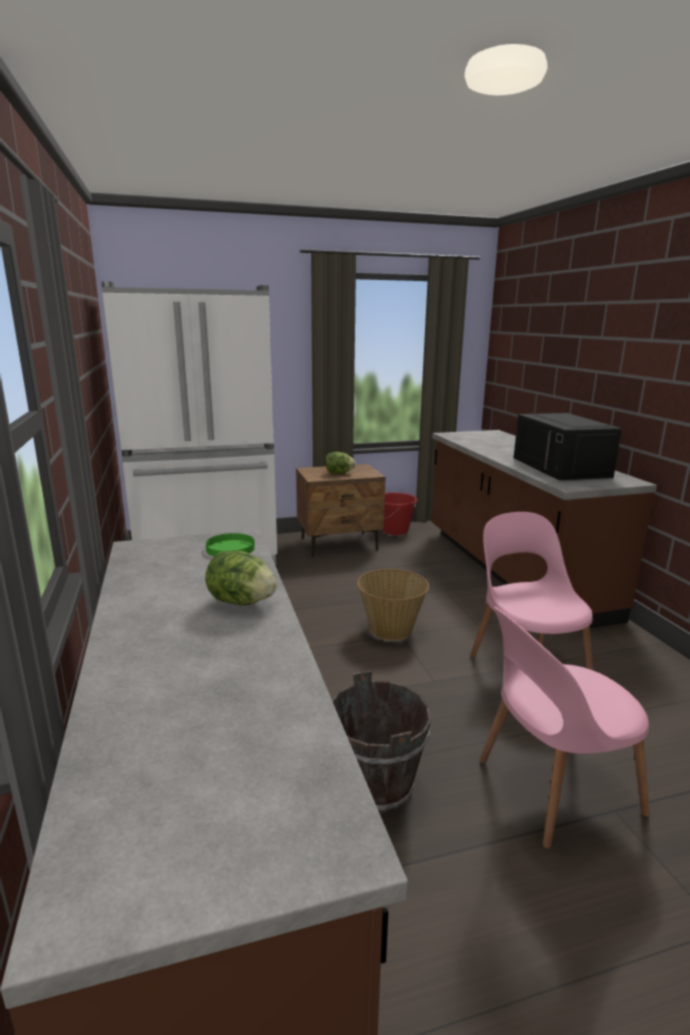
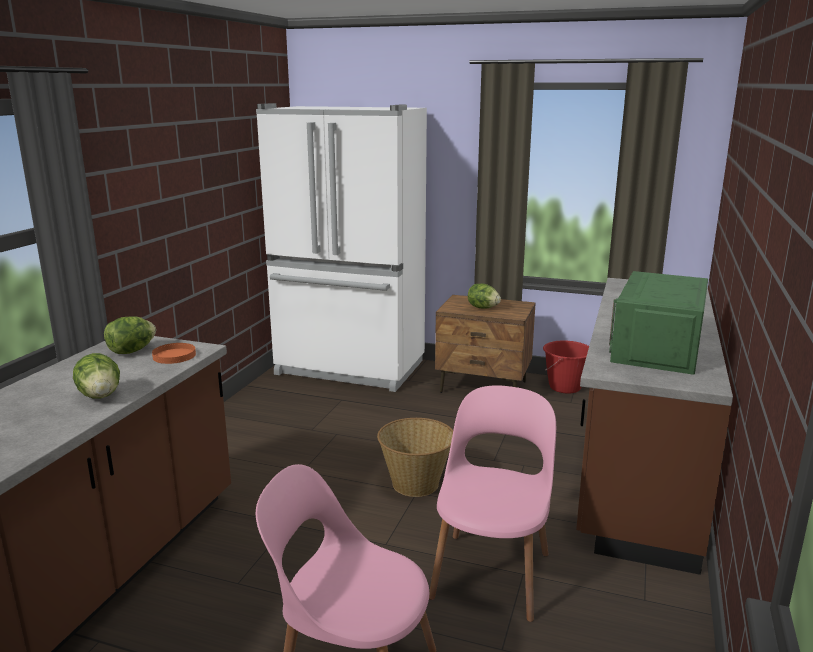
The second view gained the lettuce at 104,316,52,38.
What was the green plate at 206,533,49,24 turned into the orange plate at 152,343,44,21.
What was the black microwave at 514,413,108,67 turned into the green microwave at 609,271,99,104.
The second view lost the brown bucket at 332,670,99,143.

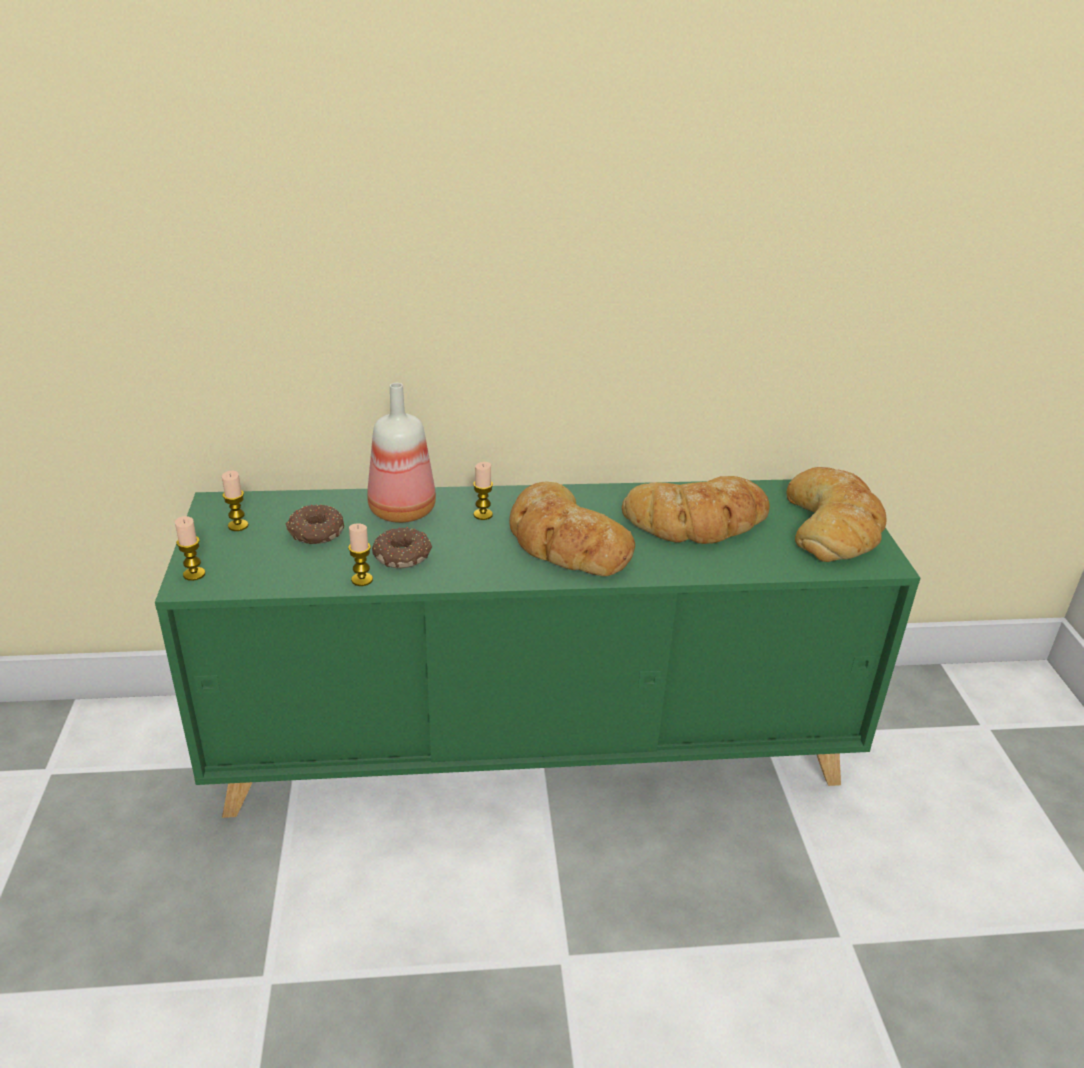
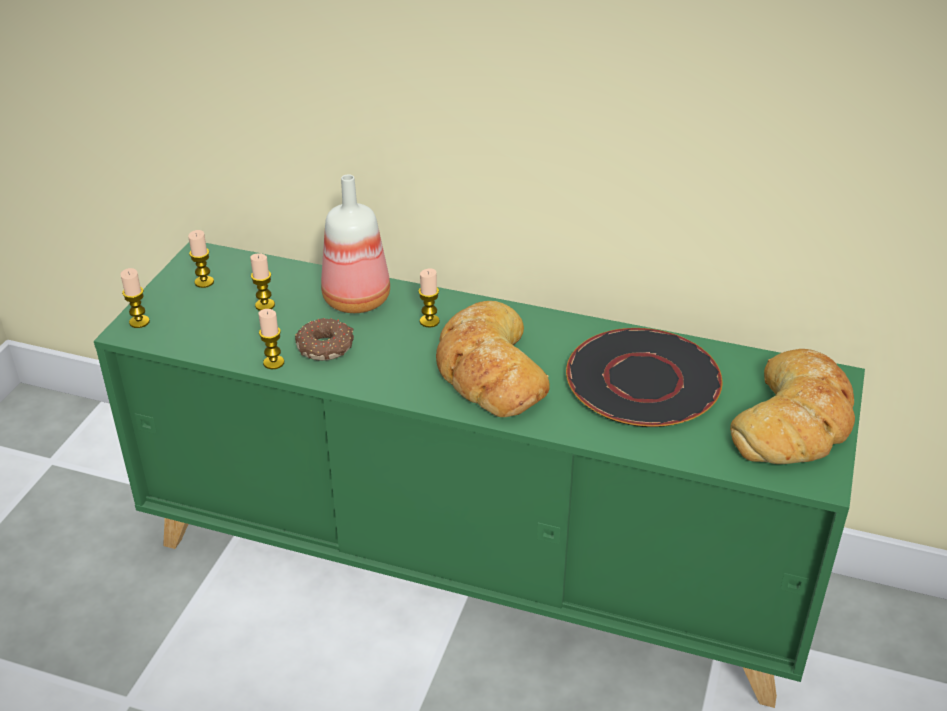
Where the donut stood at 285,505,59,39, the candle came to stand at 250,253,25,58.
Where the bread stood at 622,476,148,68, the black plate came to stand at 566,328,157,99.

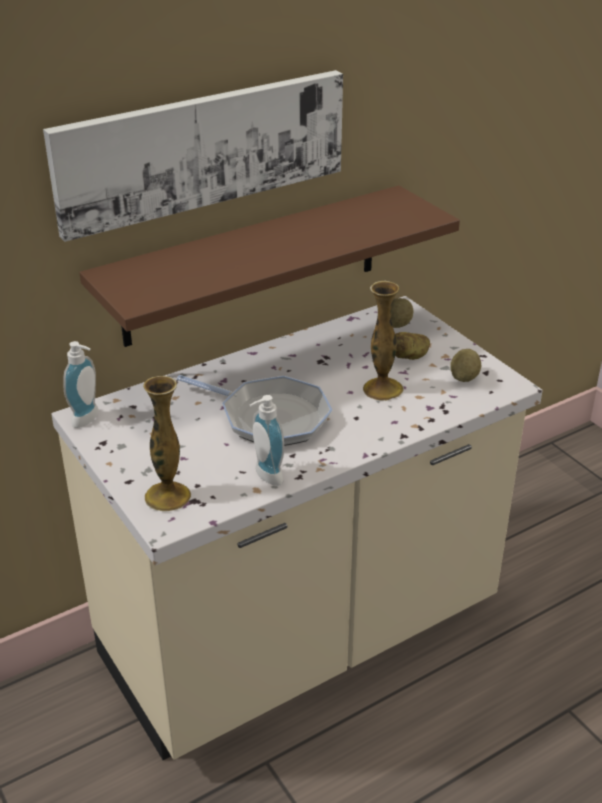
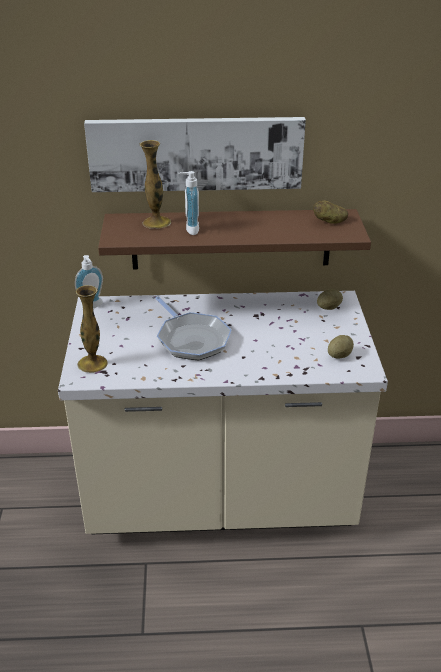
The vase ended up elsewhere, having gone from 363,281,41,120 to 140,140,31,89.
The soap dispenser ended up elsewhere, having gone from 250,395,34,91 to 178,171,21,64.
The potato ended up elsewhere, having gone from 395,332,35,28 to 313,201,35,23.

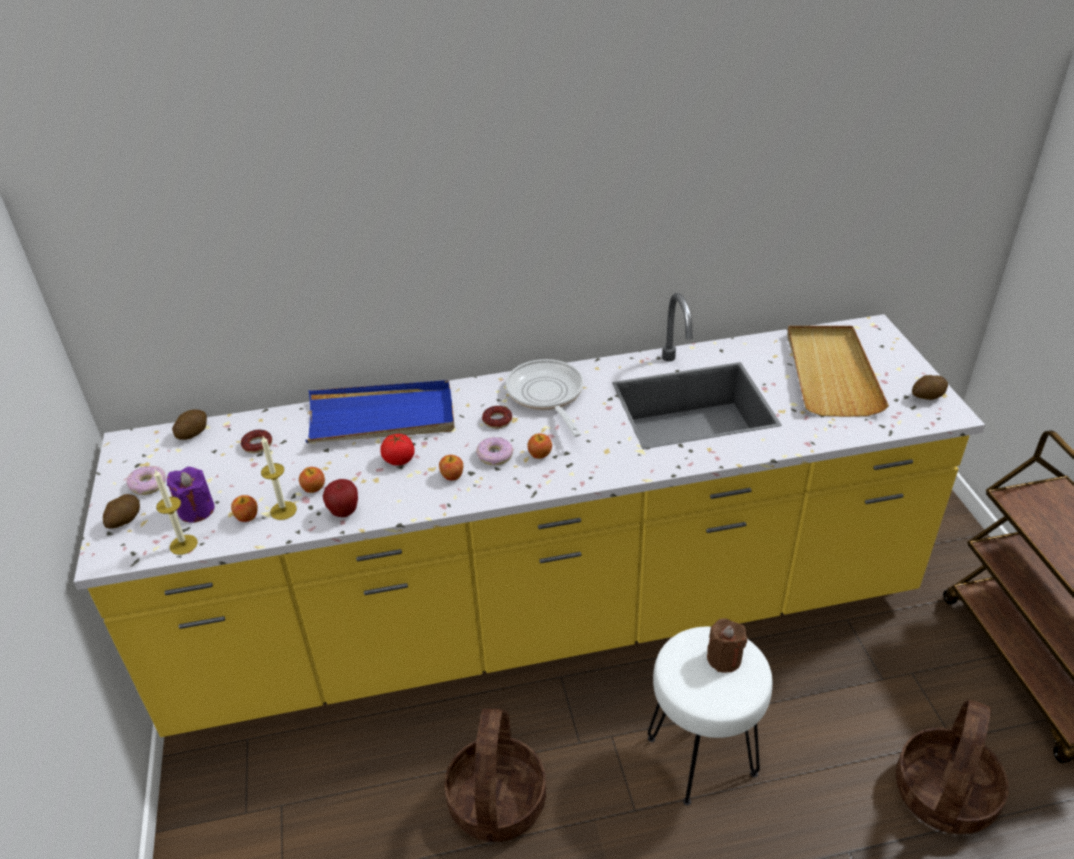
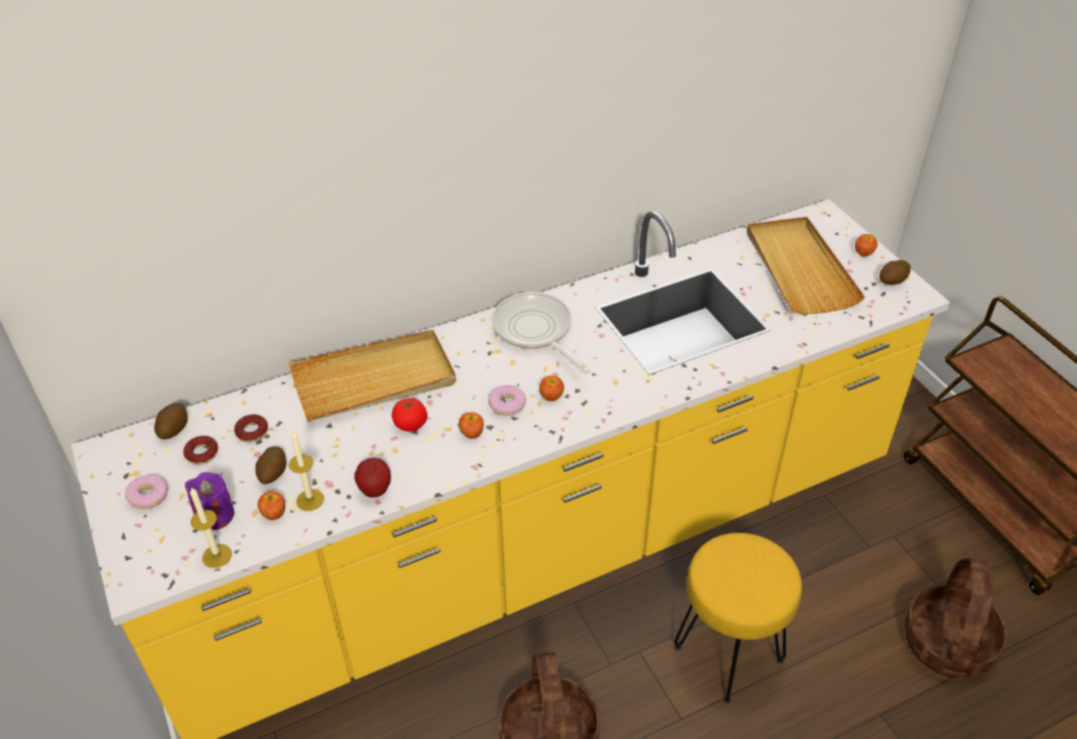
The donut ended up elsewhere, having gone from 482,406,30,23 to 183,436,35,28.
The potato ended up elsewhere, having gone from 103,494,37,34 to 255,447,31,37.
What was the blue tray at 305,380,150,63 turned into the beige tray at 289,330,167,92.
What was the white stool at 648,627,125,178 turned into the yellow stool at 674,533,128,171.
The apple ended up elsewhere, having gone from 299,467,26,26 to 855,234,22,22.
The second view lost the brown candle at 707,618,40,55.

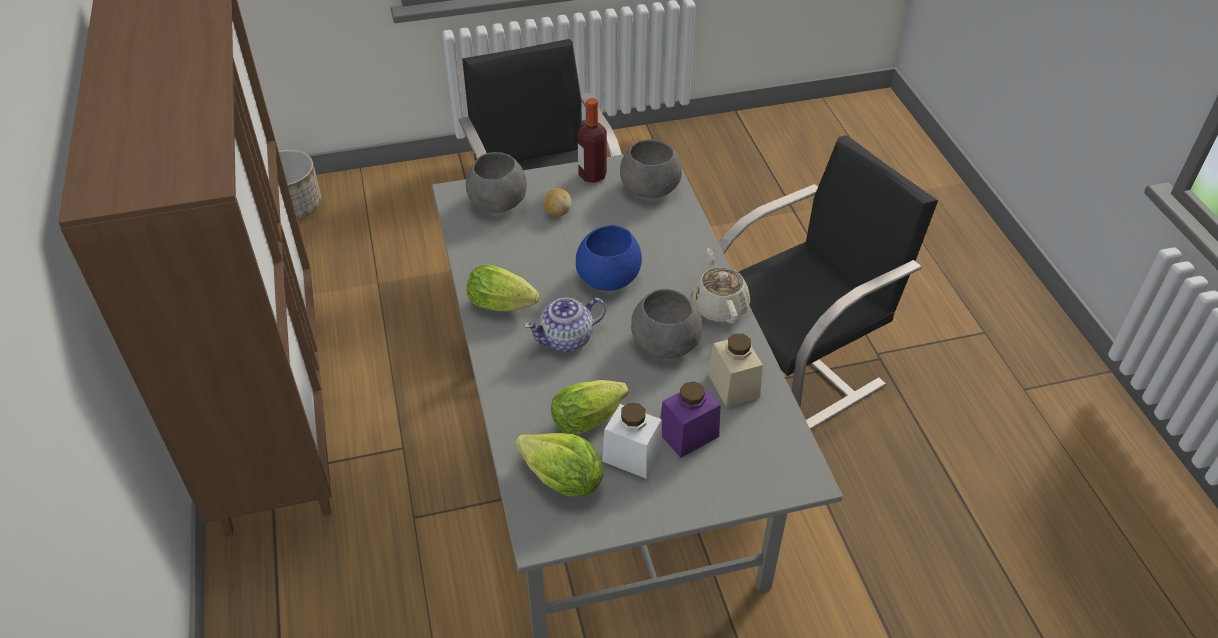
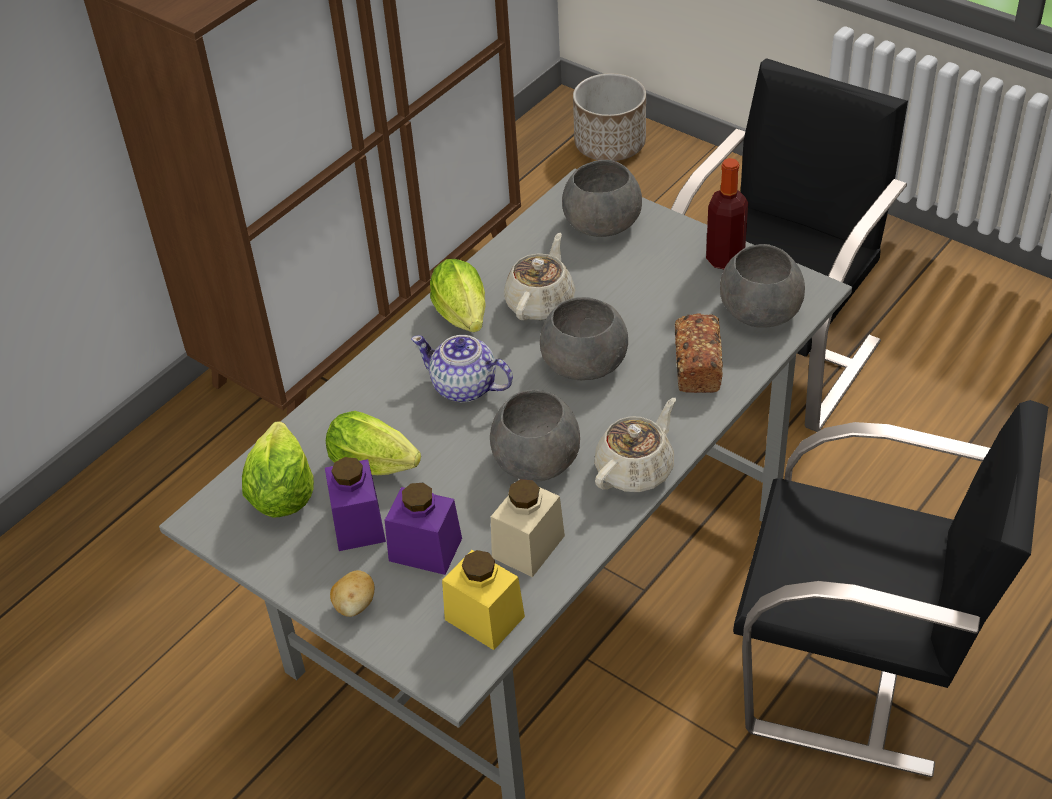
What was the white jar at 602,403,60,76 turned into the purple jar at 325,457,61,94.
The potato ended up elsewhere, having gone from 544,188,28,28 to 330,570,44,47.
The second view gained the yellow jar at 442,550,83,100.
The second view gained the beige teapot at 504,233,71,87.
What was the blue bowl at 576,225,66,66 turned into the grey bowl at 540,297,88,83.
The second view gained the bread at 675,313,48,80.

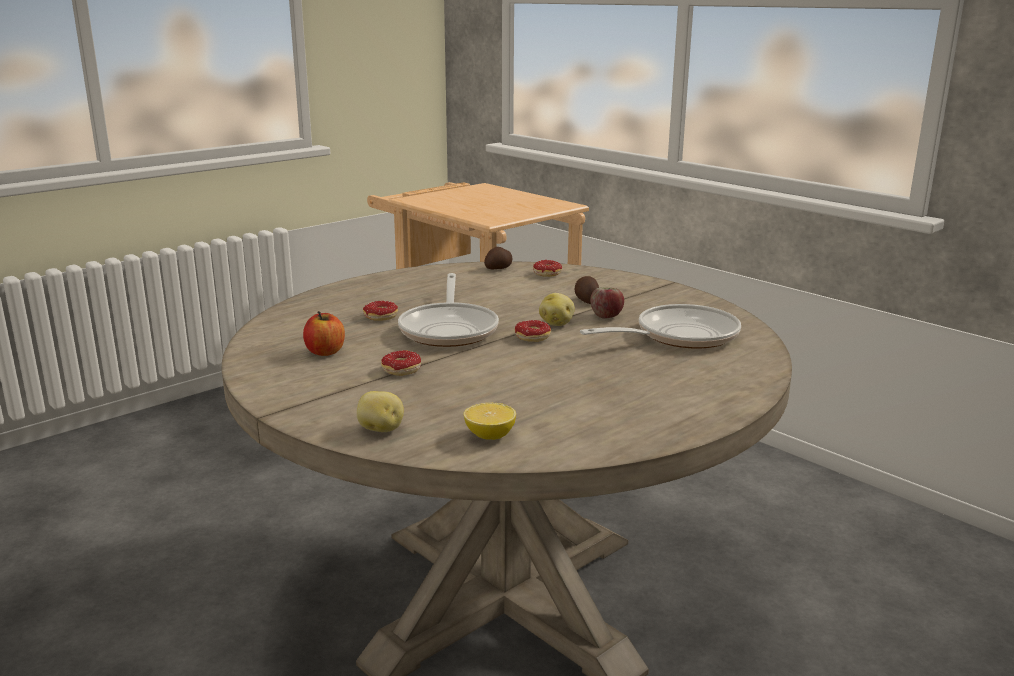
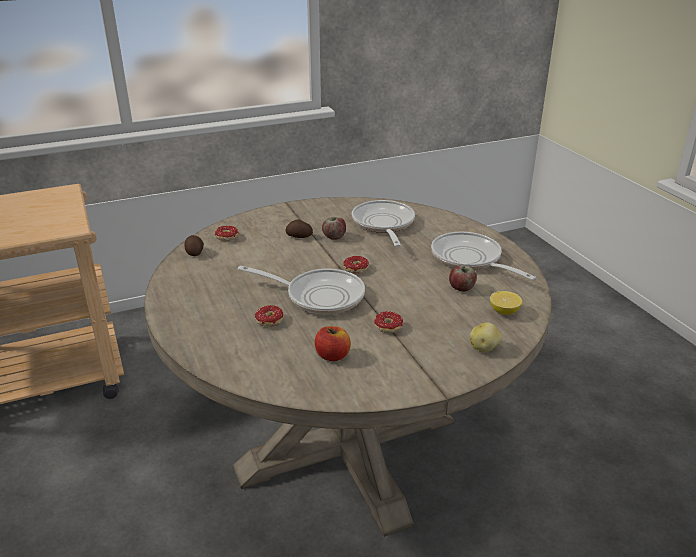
The second view gained the frying pan at 431,232,105,48.
The second view gained the apple at 449,265,28,26.
The second view lost the potato at 539,293,36,33.

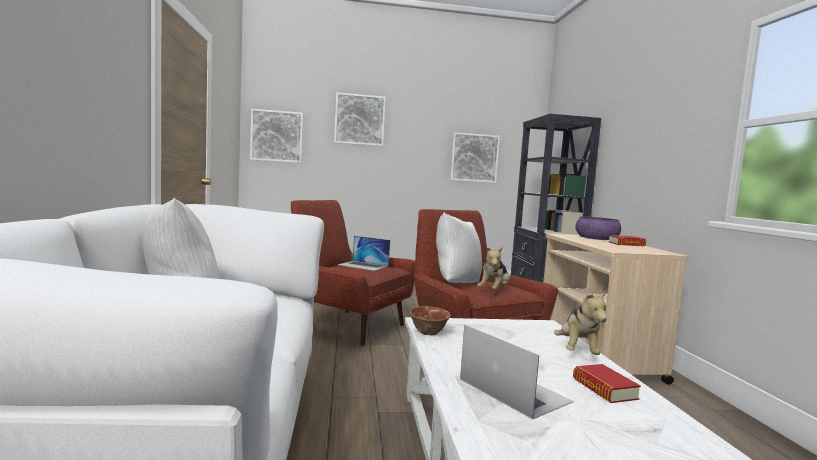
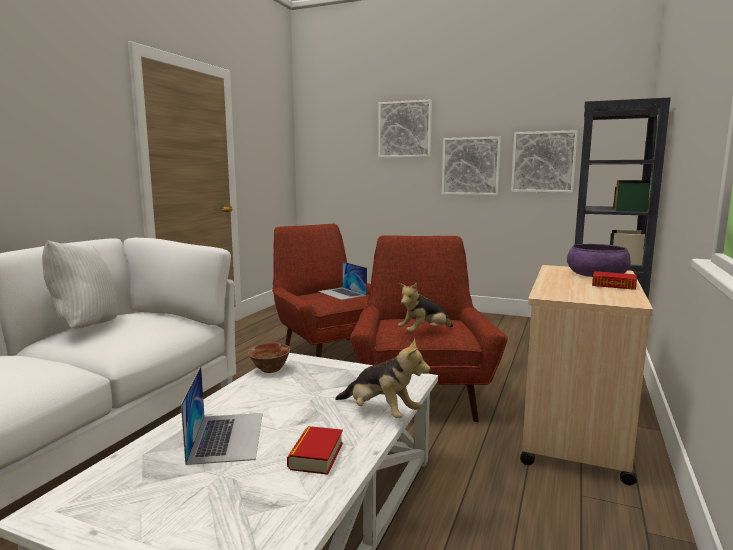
The plush toy at 554,291,53,64 ended up facing another way, 90 degrees counterclockwise from before.
The picture ended up elsewhere, having gone from 250,109,53,54 to 442,137,59,58.
The second view lost the white pillow at 436,212,46,71.

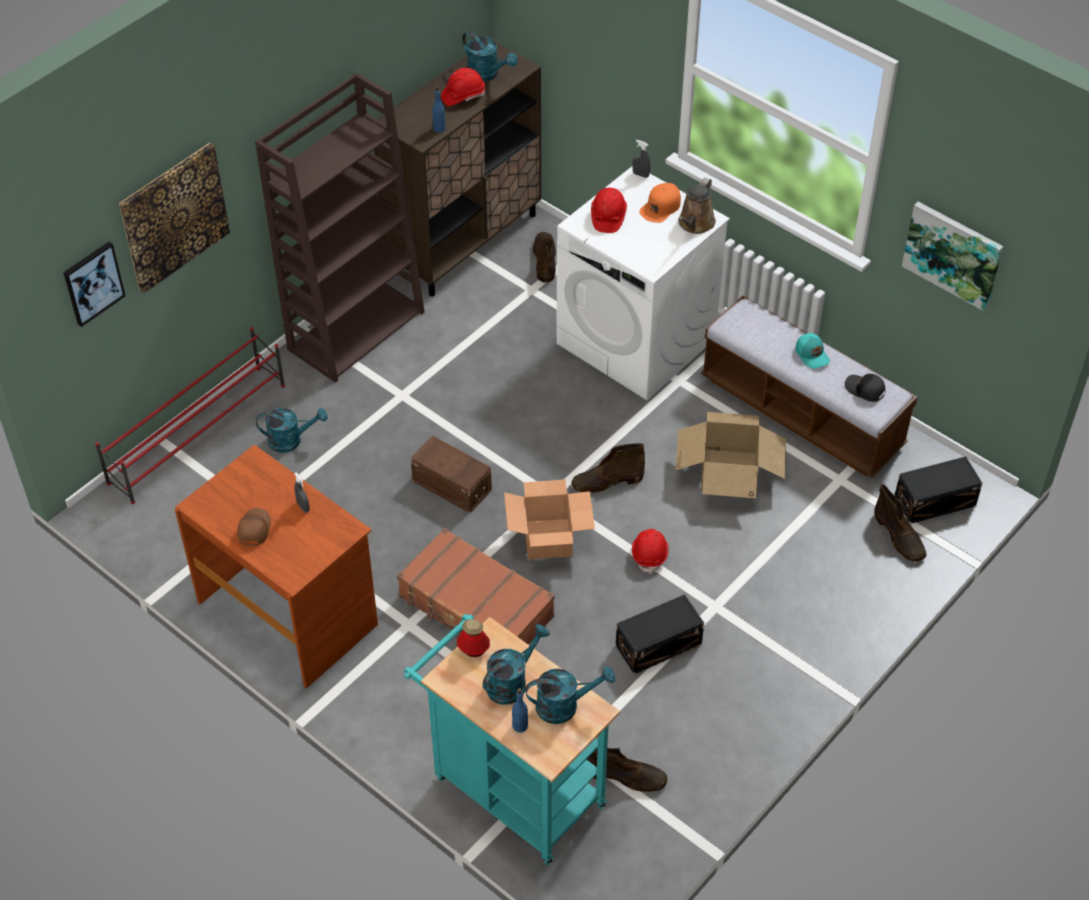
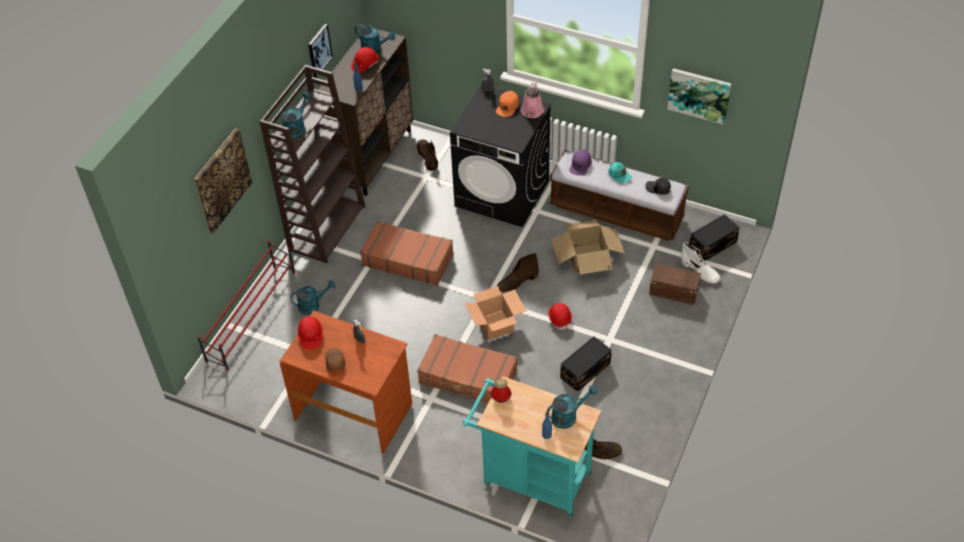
The turquoise watering can ended up elsewhere, having gone from 483,624,67,81 to 282,92,29,47.
The red hard hat ended up elsewhere, having gone from 591,188,36,45 to 297,316,26,34.
The picture ended up elsewhere, having gone from 63,242,62,85 to 308,24,25,54.
The second view gained the brown suitcase at 360,221,94,65.
What was the white washing machine at 556,166,174,234 turned into the black washing machine at 450,85,101,142.
What was the brown watering can at 678,178,38,56 turned into the pink watering can at 521,83,23,35.
The second view gained the purple cap at 569,149,22,27.
The brown storage box ended up elsewhere, having gone from 411,436,81,77 to 649,263,52,42.
What was the brown boot at 874,484,53,78 turned into the white boot at 681,242,39,42.

